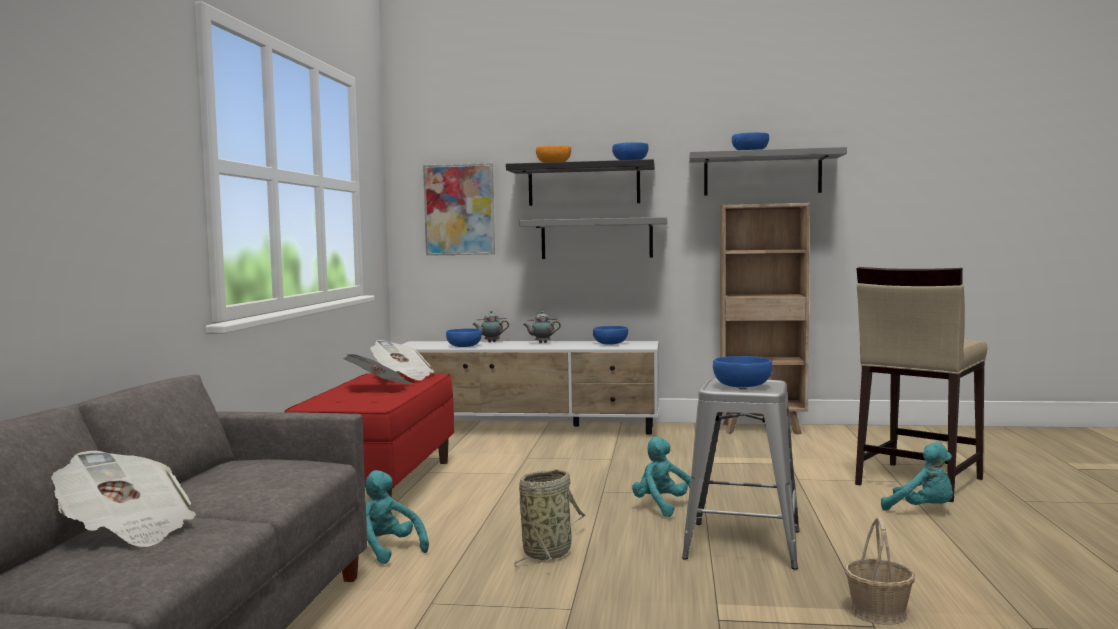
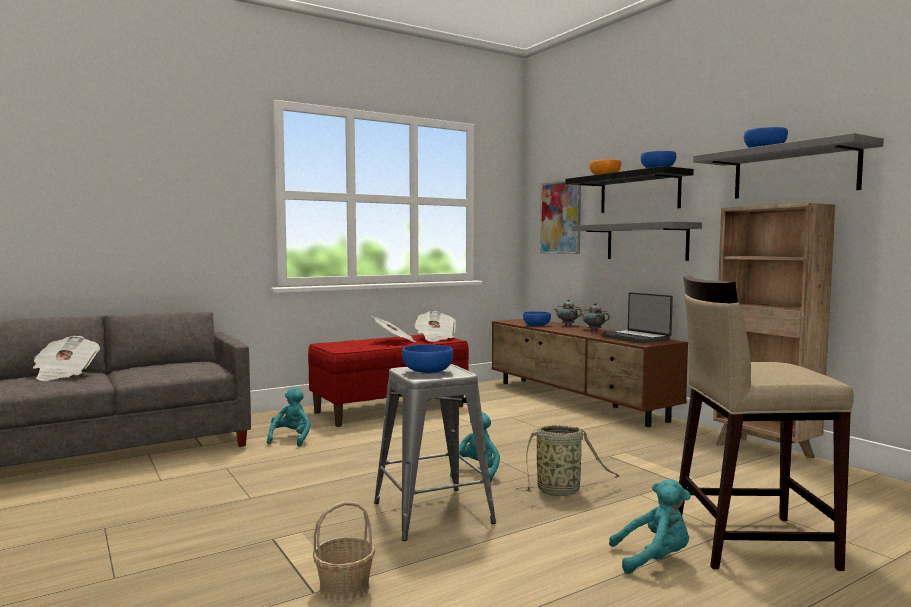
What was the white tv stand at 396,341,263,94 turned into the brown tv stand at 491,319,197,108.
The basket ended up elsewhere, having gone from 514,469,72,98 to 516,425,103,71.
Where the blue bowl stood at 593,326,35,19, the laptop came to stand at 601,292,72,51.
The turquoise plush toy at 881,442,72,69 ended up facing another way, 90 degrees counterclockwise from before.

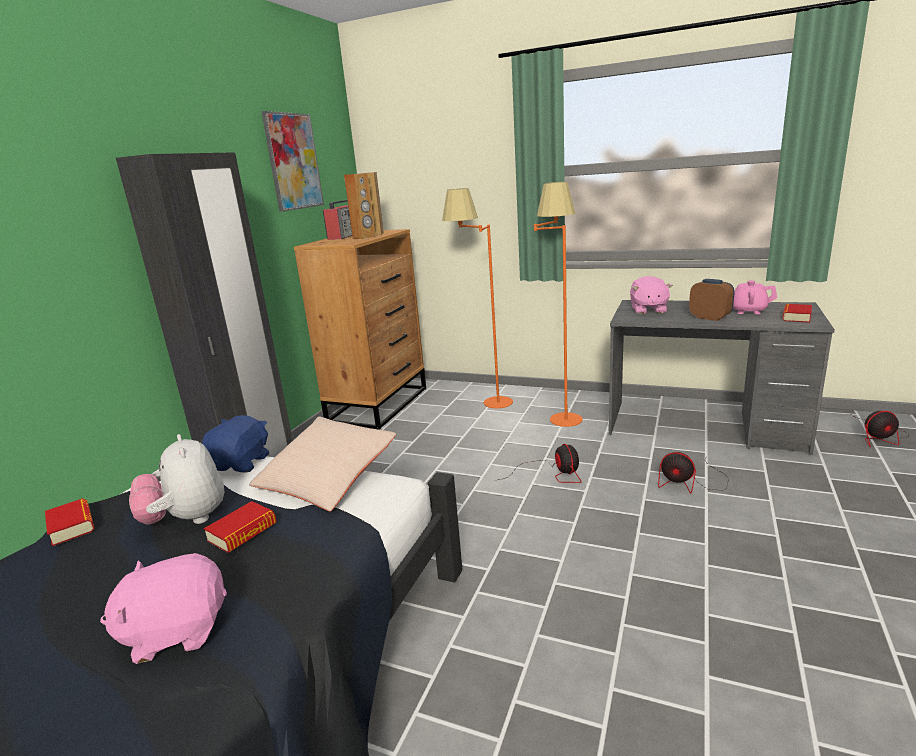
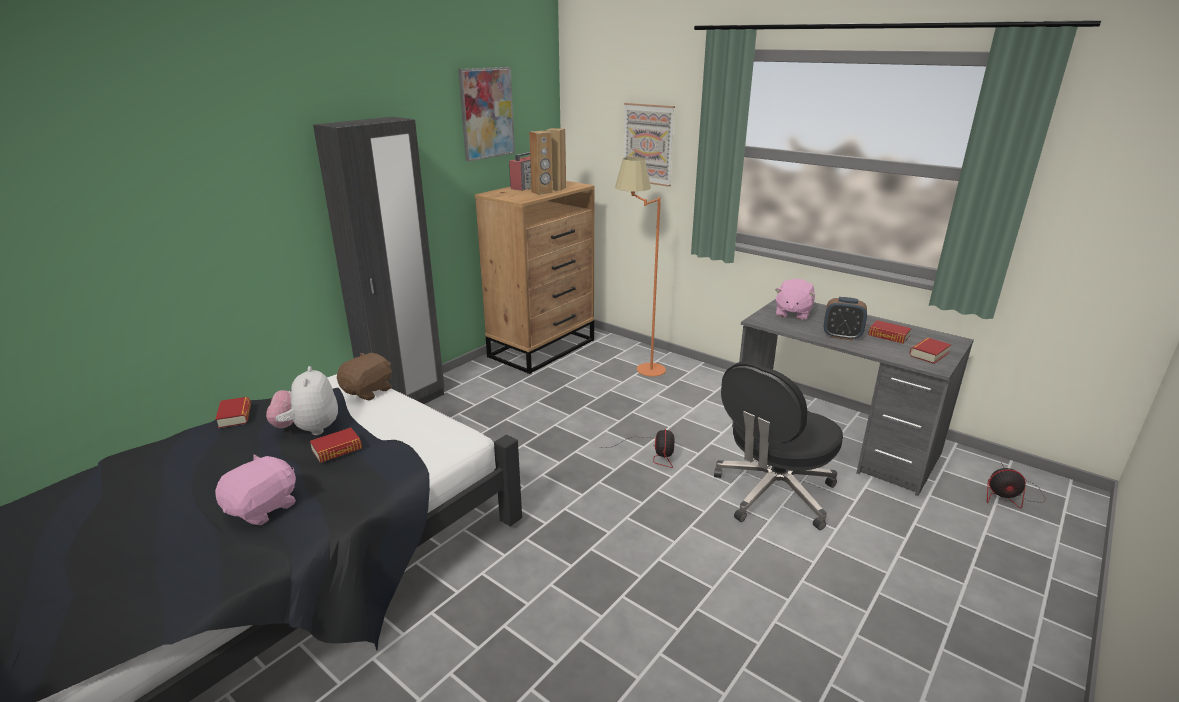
The pink plush toy at 100,553,127,111 ended up facing another way, 120 degrees clockwise from before.
What was the blue plush toy at 202,415,67,58 turned into the brown plush toy at 337,353,55,47.
The second view gained the picture at 624,103,51,84.
Where the fan stood at 658,452,71,42, the black office chair came to stand at 714,362,129,168.
The alarm clock at 689,279,45,42 ended up facing another way, 135 degrees clockwise from before.
Where the pink teapot stood at 733,280,44,34, the book came to stand at 868,320,43,24.
The second view lost the beige pillow at 249,417,147,94.
The second view lost the orange floor lamp at 534,182,49,245.

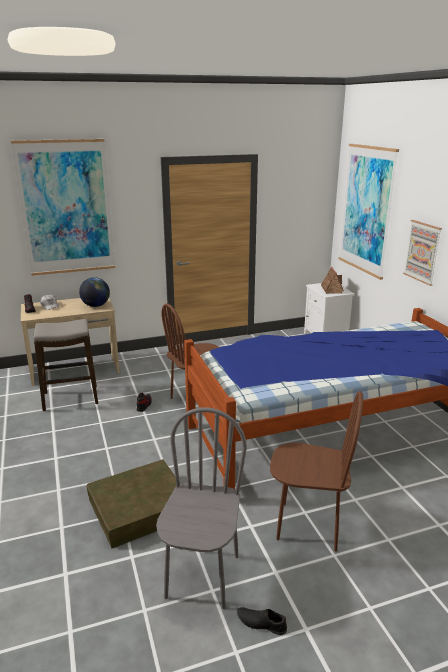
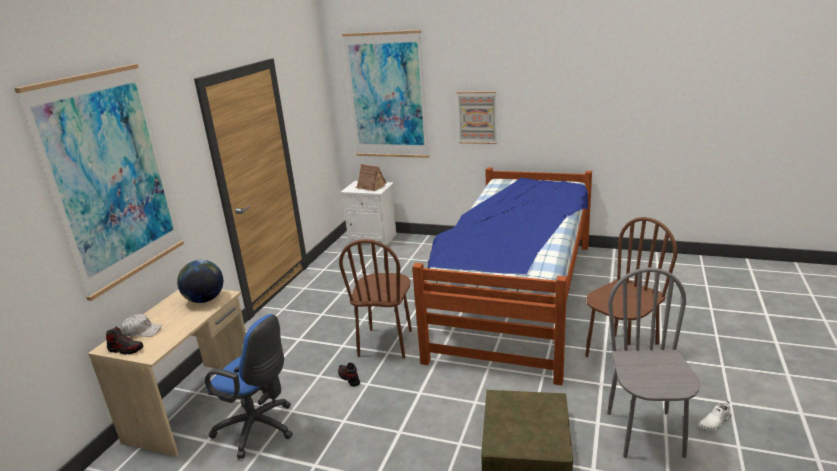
Where the stool stood at 33,319,65,92, the blue office chair came to stand at 205,314,88,145.
The grey chair at 156,407,91,202 ended up facing another way, 45 degrees clockwise from before.
What was the black shoe at 237,607,50,28 turned into the white shoe at 698,401,33,29.

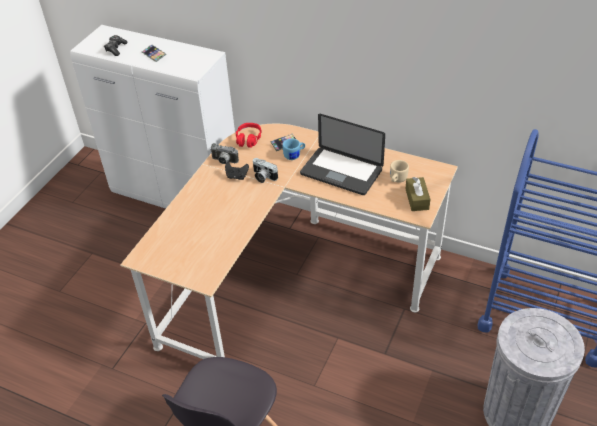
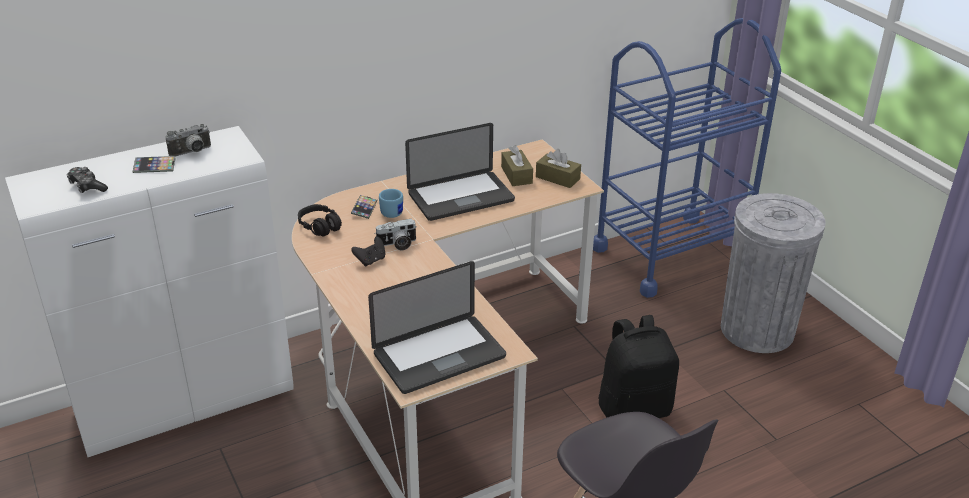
The photo camera ended up elsewhere, having gone from 210,143,29,21 to 165,124,46,32.
What was the red headphones at 236,123,26,25 turned into the black headphones at 298,204,44,33.
The second view gained the laptop at 368,261,138,133.
Where the beige mug stood at 390,160,19,23, the brown tissue box came to stand at 501,145,32,41.
The second view gained the black backpack at 598,315,81,103.

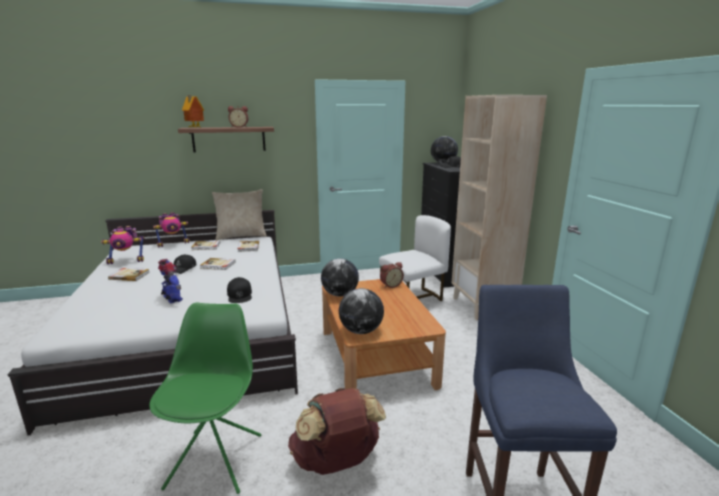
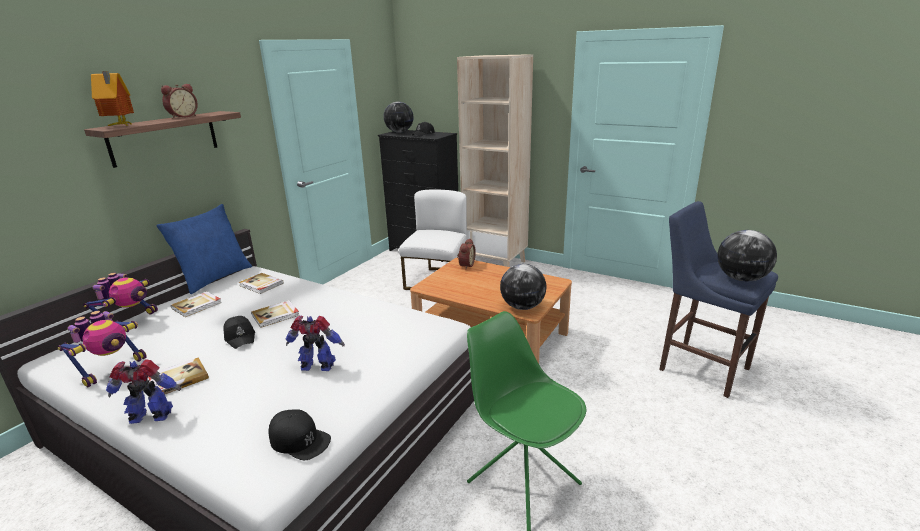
The second view gained the toy robot at 106,359,75,65.
What was the beige pillow at 212,189,55,51 turned into the blue pillow at 156,204,96,90.
The black cap ended up elsewhere, having gone from 227,277,25,26 to 268,409,63,51.
The globe ended up elsewhere, having gone from 321,258,38,39 to 717,230,60,52.
The second view lost the brown backpack at 288,388,98,87.

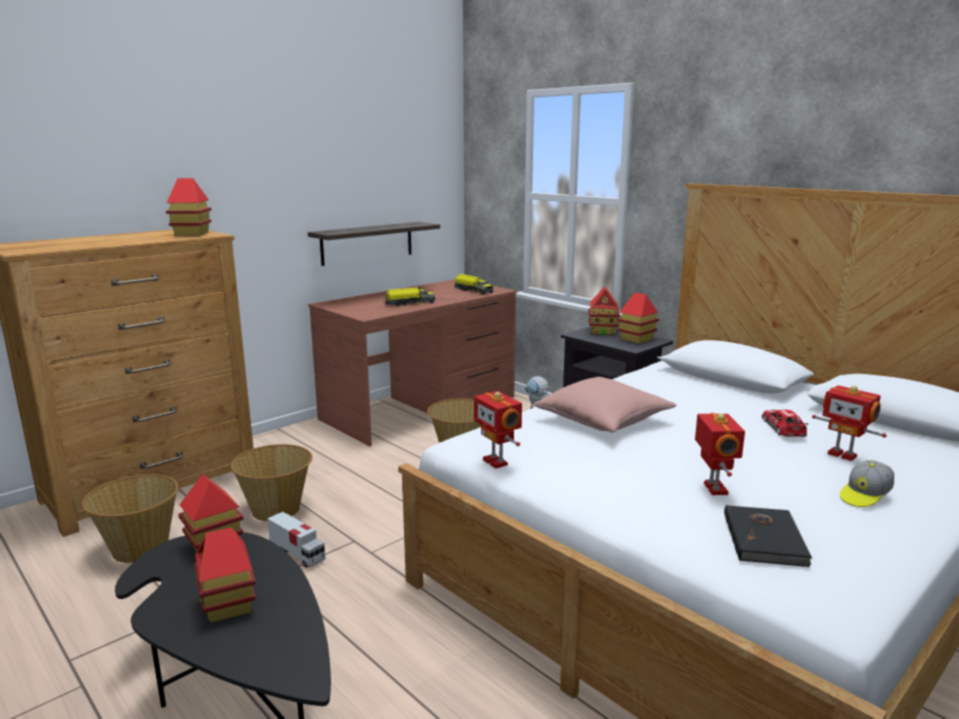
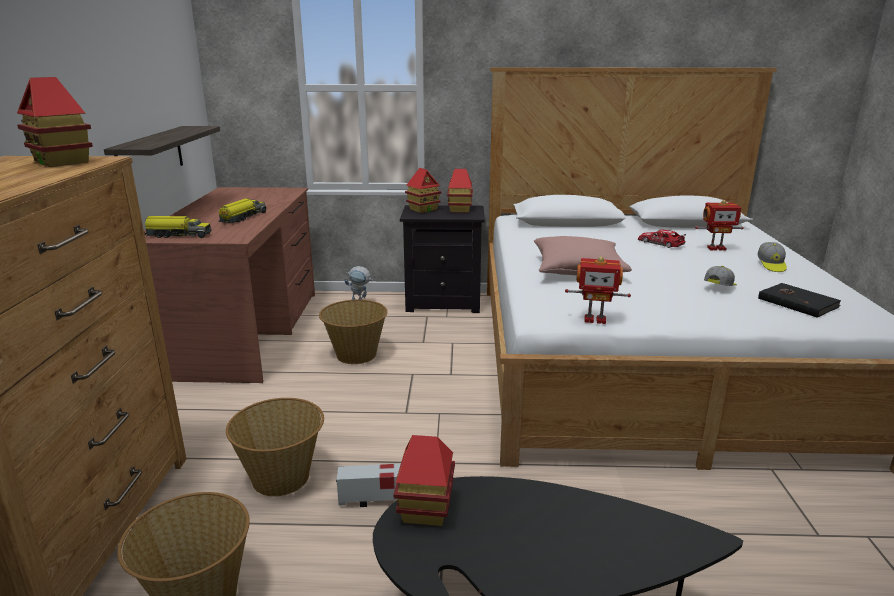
The toy truck ended up elsewhere, having gone from 454,274,39,21 to 144,216,68,22.
Where the toy robot stood at 695,413,50,82, the cap came to stand at 704,266,33,20.
The second view lost the toy house at 194,527,62,96.

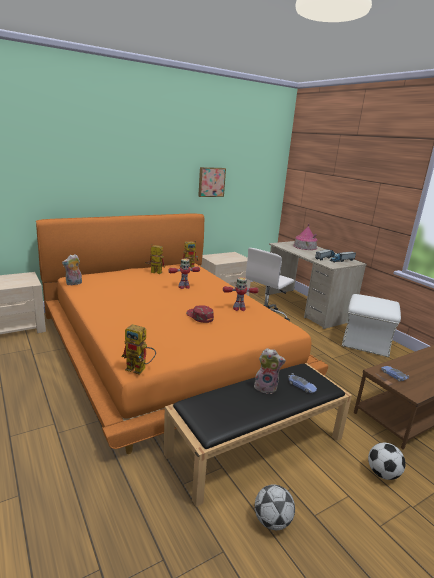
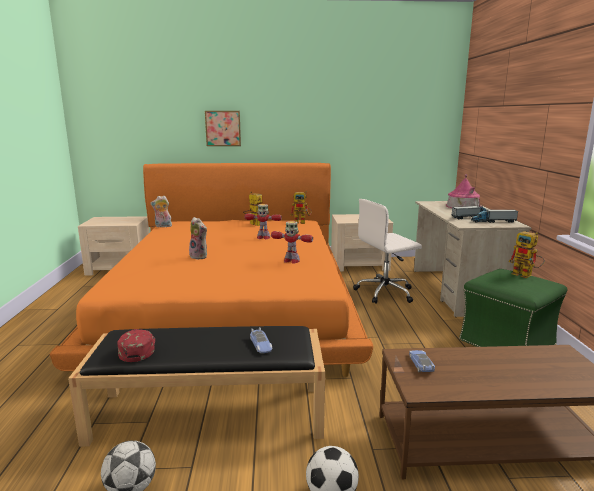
The red cap ended up elsewhere, having gone from 186,305,28,18 to 117,329,38,33.
The plush toy ended up elsewhere, having gone from 254,348,32,46 to 189,217,18,43.
The picture ended up elsewhere, having gone from 198,167,28,30 to 205,111,36,35.
What was the white ottoman at 342,294,59,63 turned into the green ottoman at 459,269,108,78.
The toy robot ended up elsewhere, having gone from 122,324,34,50 to 509,231,36,47.

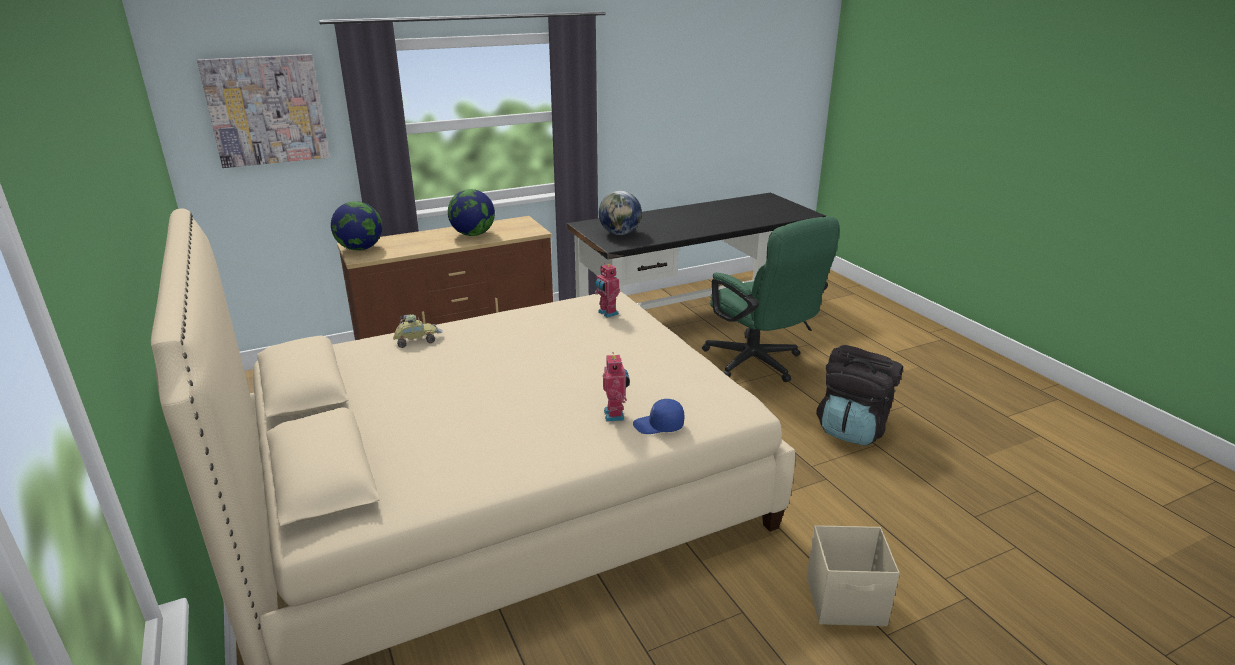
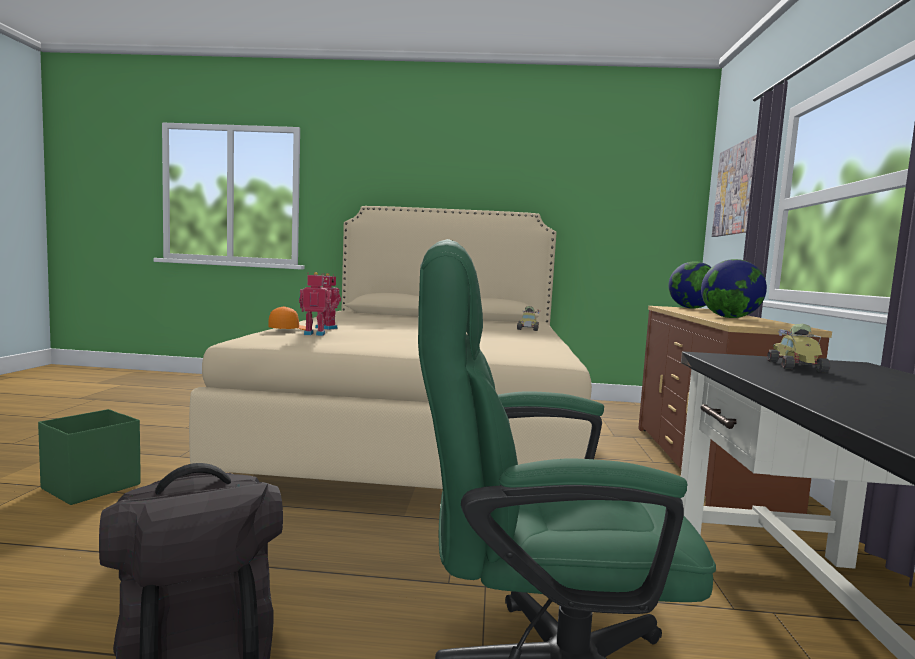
What was the beige storage box at 807,525,93,101 turned into the green storage box at 38,409,103,96.
What was the blue cap at 633,399,51,35 turned into the orange cap at 269,306,37,24.
The toy robot ended up elsewhere, having gone from 595,263,25,55 to 299,272,33,64.
Where the globe stood at 599,191,43,44, the toy car came to stand at 767,324,63,48.

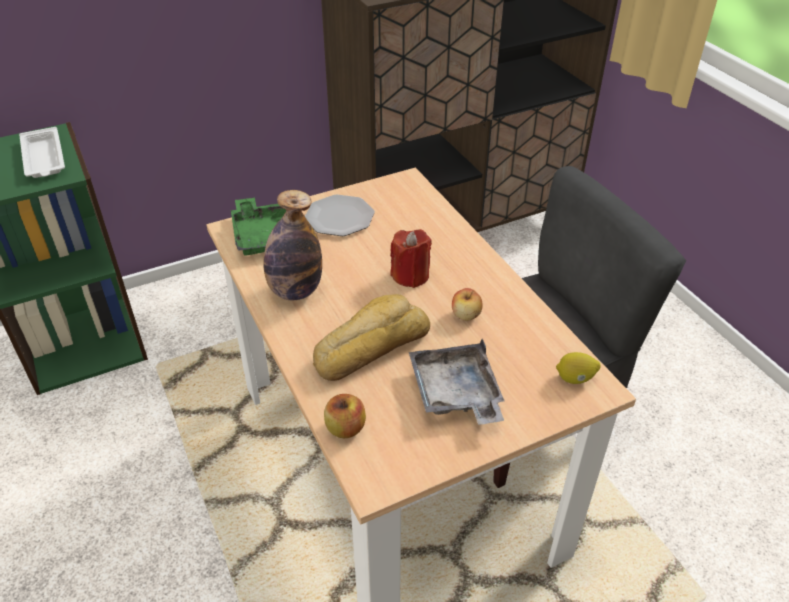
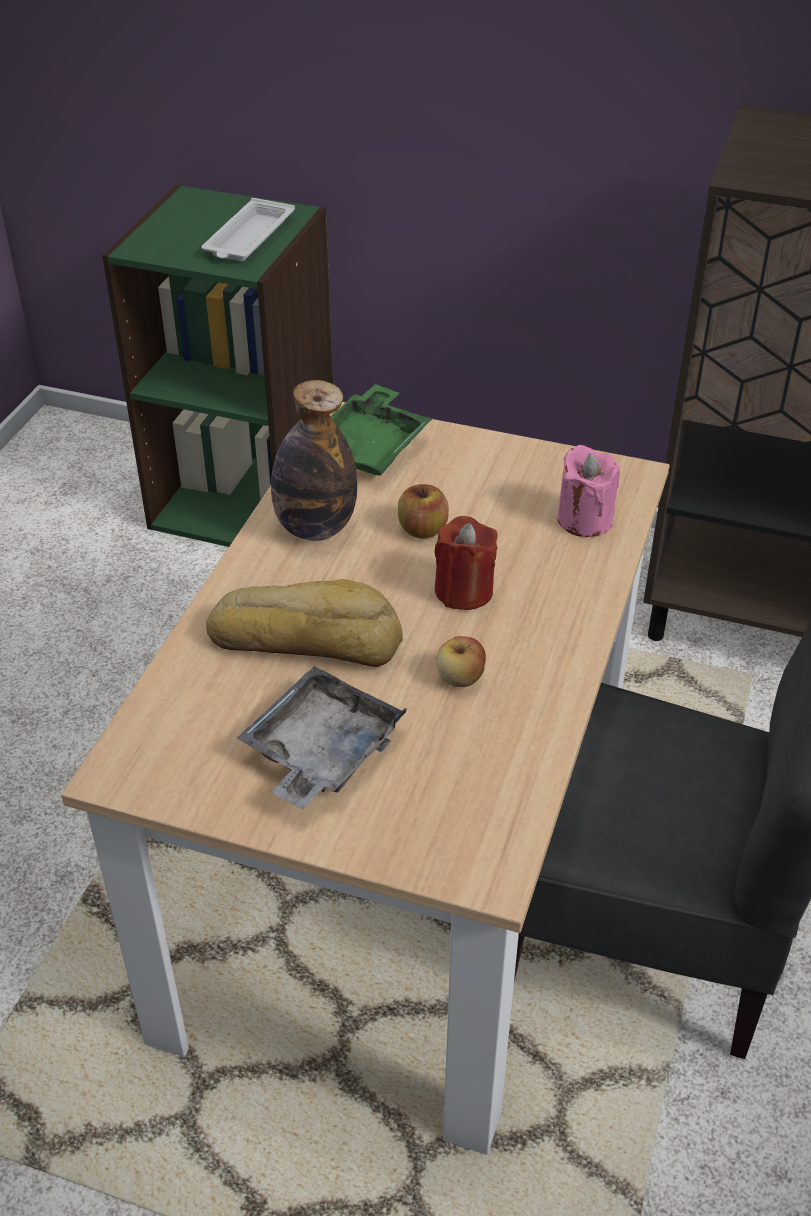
The apple ended up elsewhere, having gone from 324,394,42,44 to 398,484,51,55.
The second view gained the pink candle at 558,444,62,93.
The second view lost the plate at 305,194,70,42.
The second view lost the lemon at 556,352,45,32.

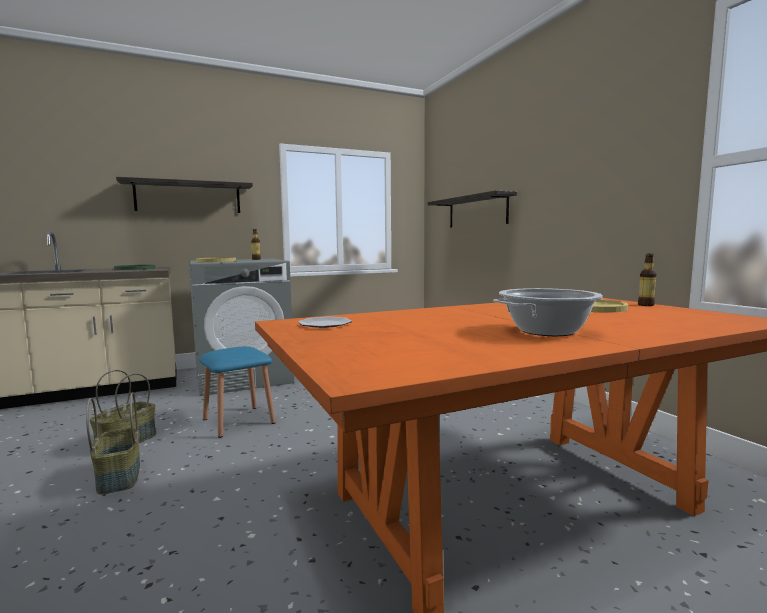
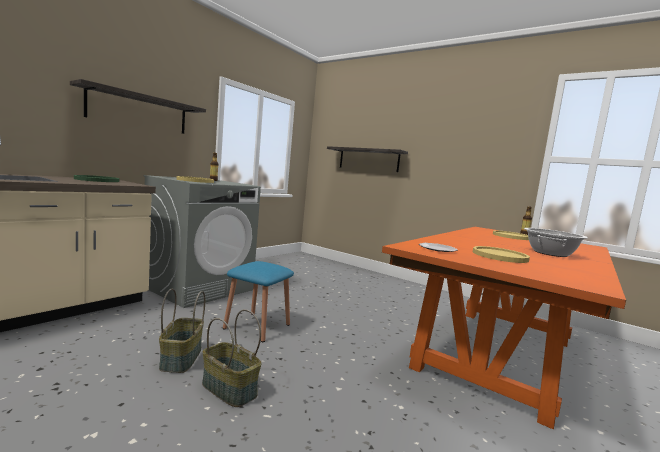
The second view gained the yellow plate at 473,246,57,17.

